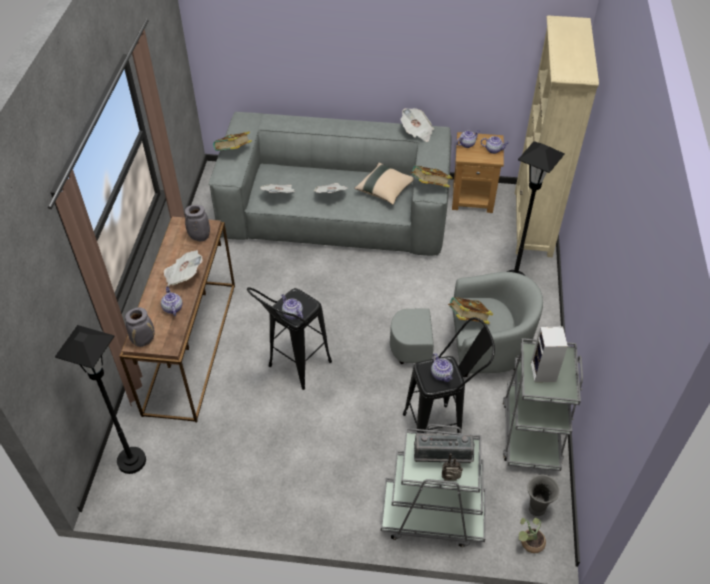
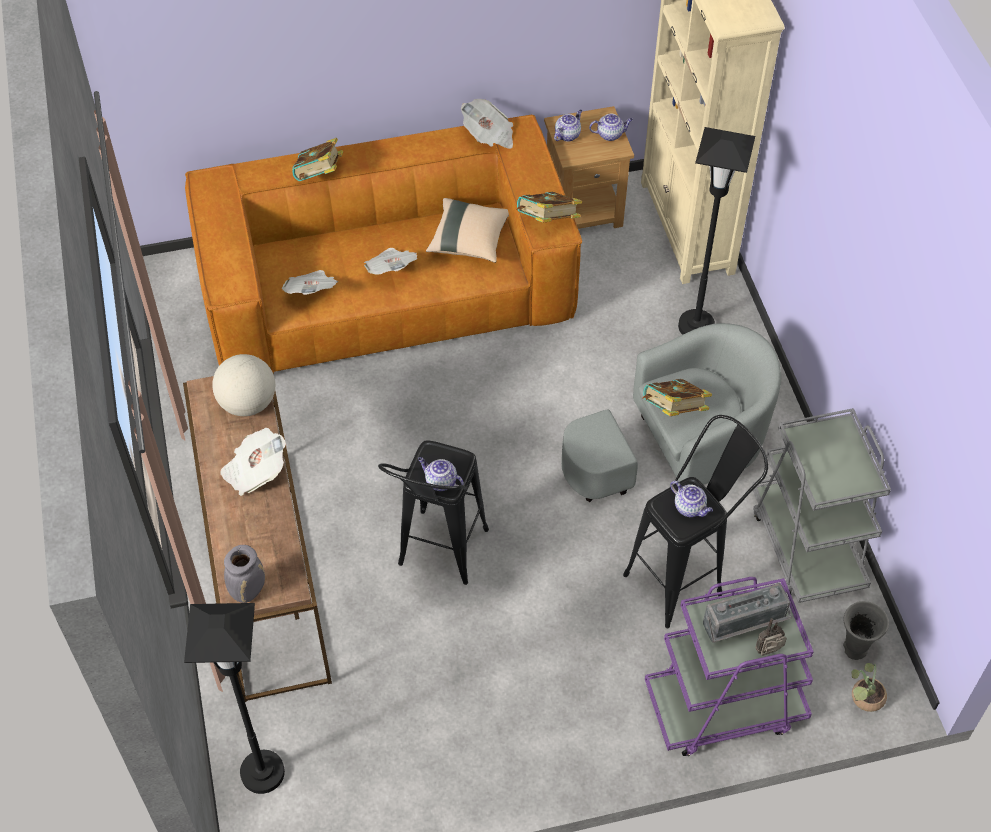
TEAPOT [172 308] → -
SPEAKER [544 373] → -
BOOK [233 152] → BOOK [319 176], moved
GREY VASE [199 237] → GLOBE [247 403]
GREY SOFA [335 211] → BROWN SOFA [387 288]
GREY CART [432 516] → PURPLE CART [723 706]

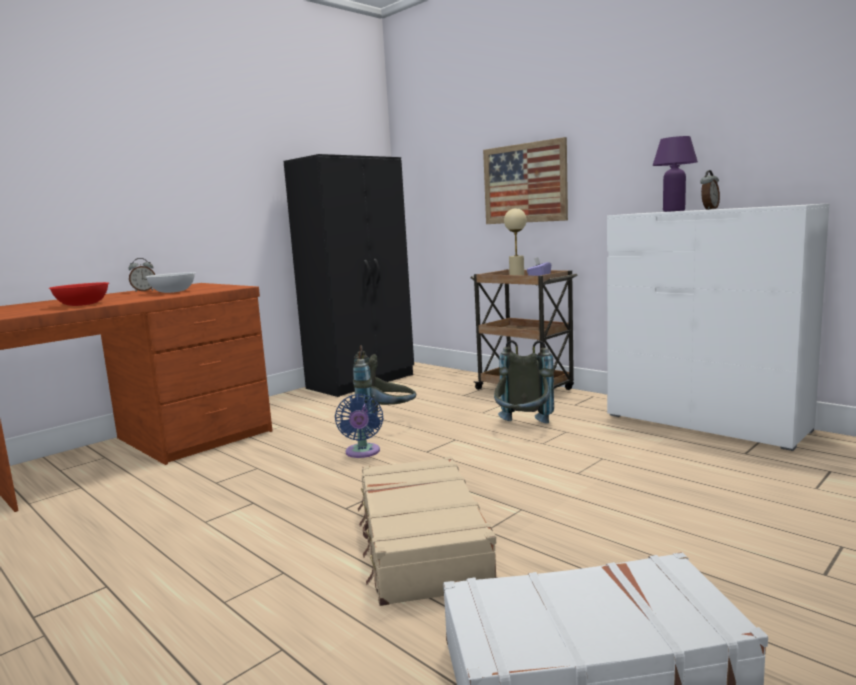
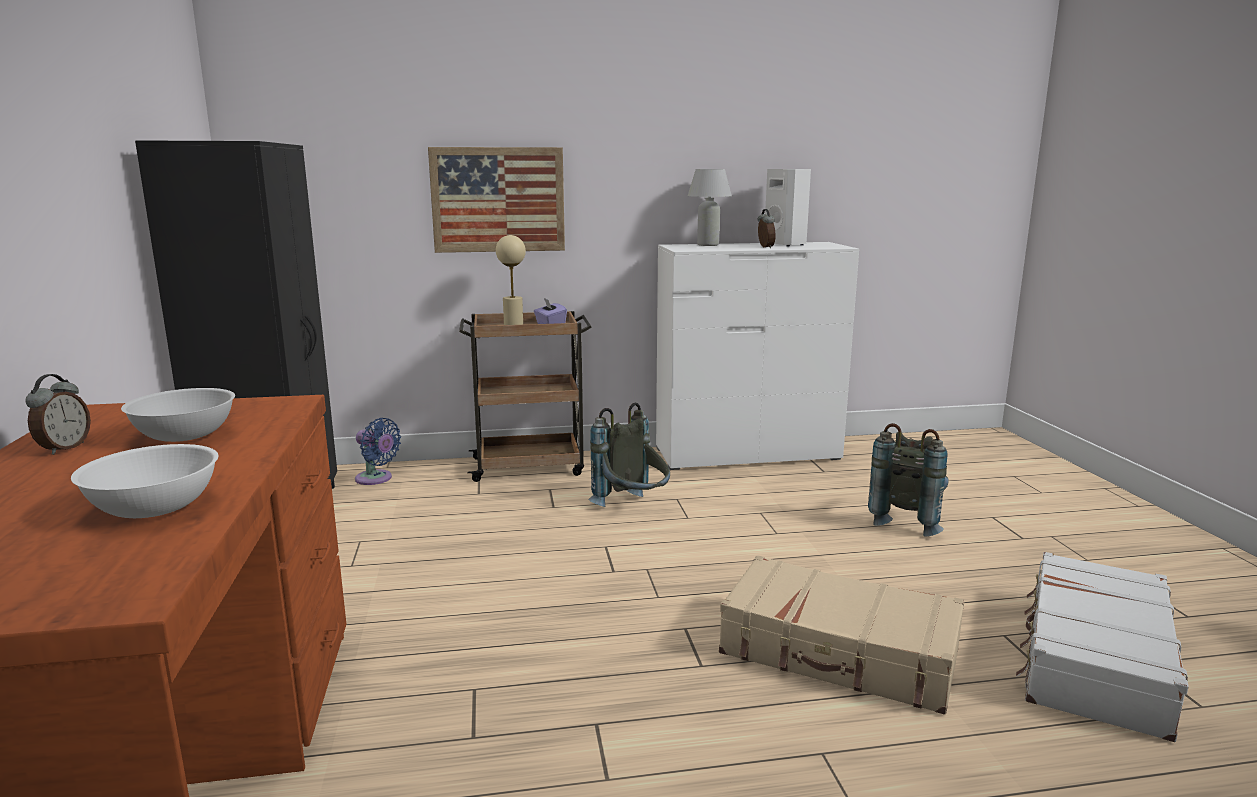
- → WHITE SPEAKER [786 244]
BLUE FAN [362 453] → BLUE FAN [376 479], moved
GREY BACKPACK [385 426] → GREY BACKPACK [907 520], moved
RED BOWL [82 305] → WHITE BOWL [155 508]
PURPLE TABLE LAMP [673 211] → WHITE TABLE LAMP [708 245]

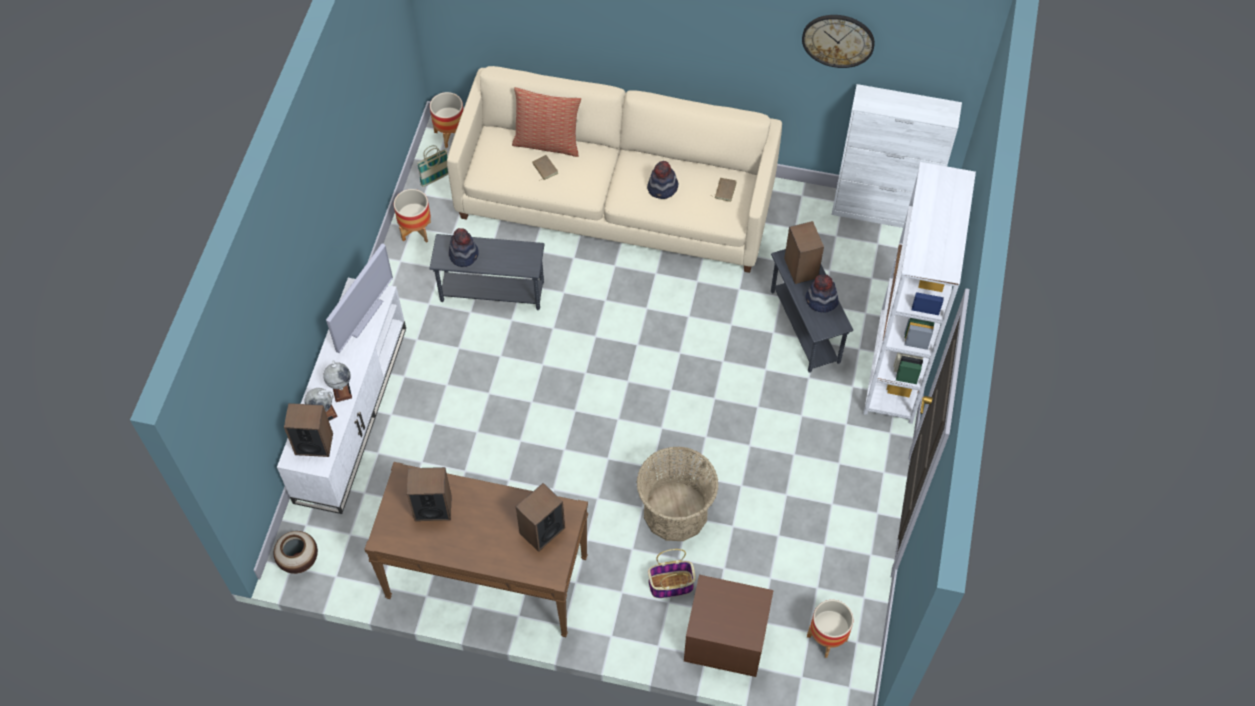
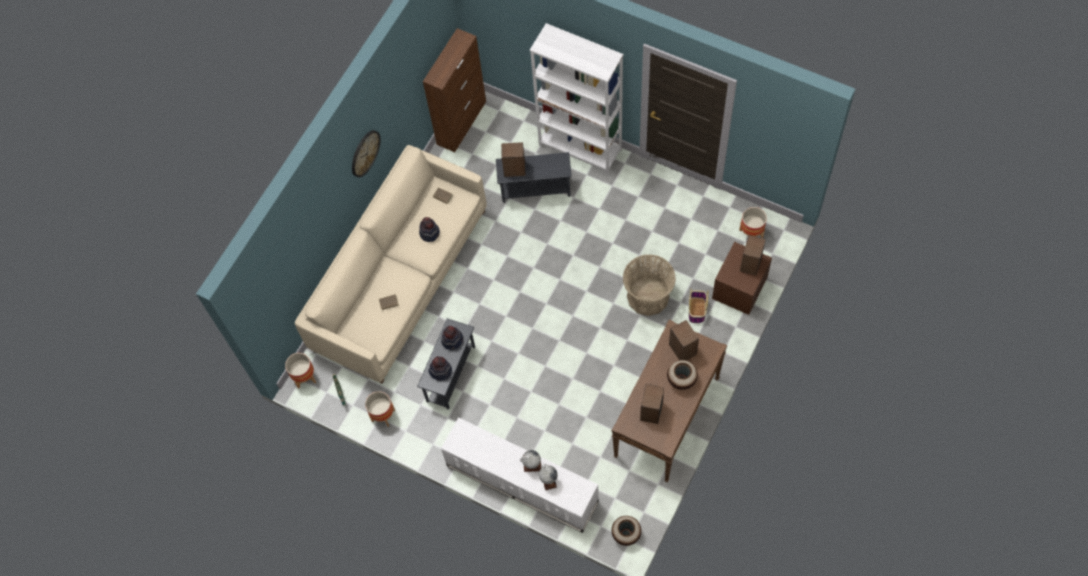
TELEVISION [363 316] → -
PILLOW [547 142] → -
- → VASE [681 379]
SPEAKER [314 443] → SPEAKER [750 264], moved
WALL CLOCK [838 40] → WALL CLOCK [365 153], moved
HAT [821 301] → HAT [452 340], moved
WHITE CABINET [882 211] → BROWN CABINET [462 122]

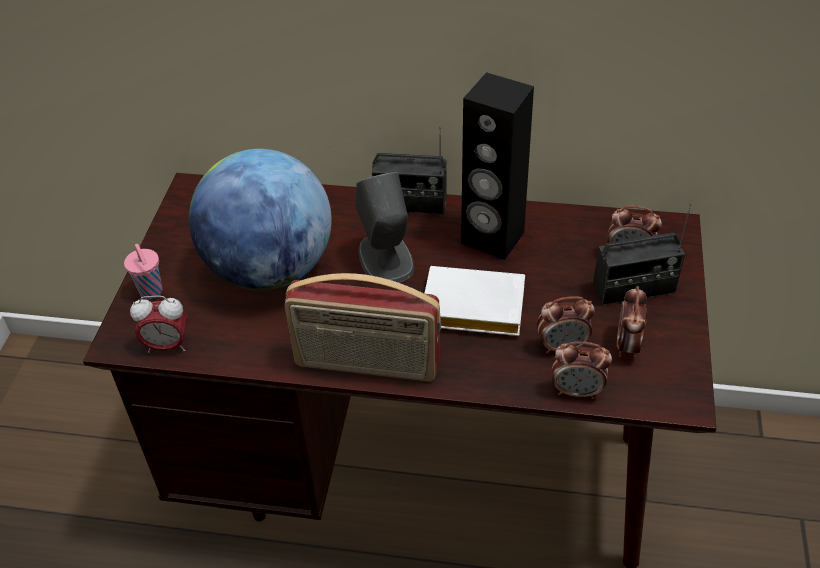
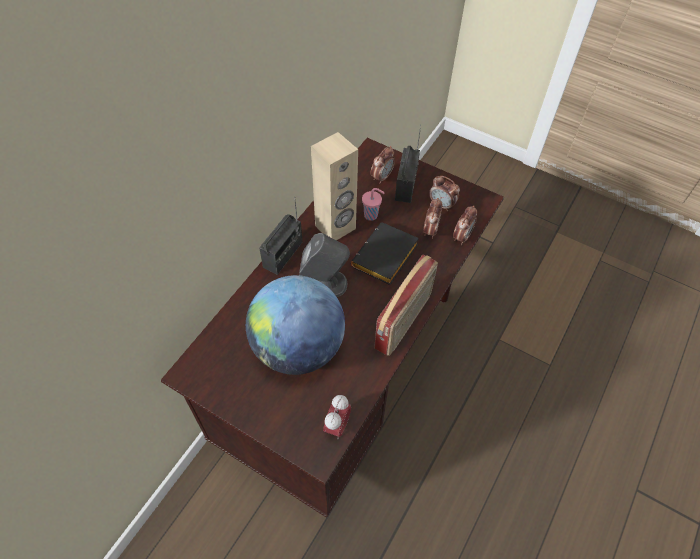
PINK CUP [151 292] → PINK CUP [371 215], moved
WHITE BOOK [469 310] → BLACK BOOK [385 259]
BLACK SPEAKER [492 238] → BEIGE SPEAKER [335 227]

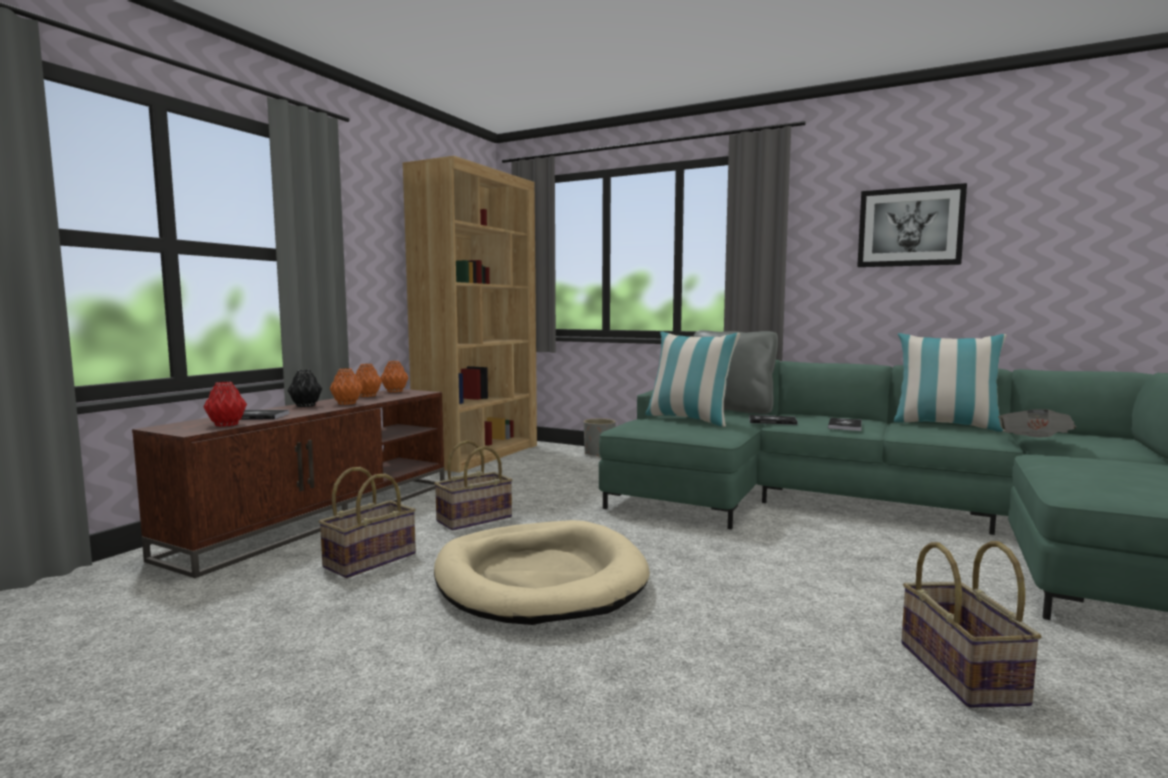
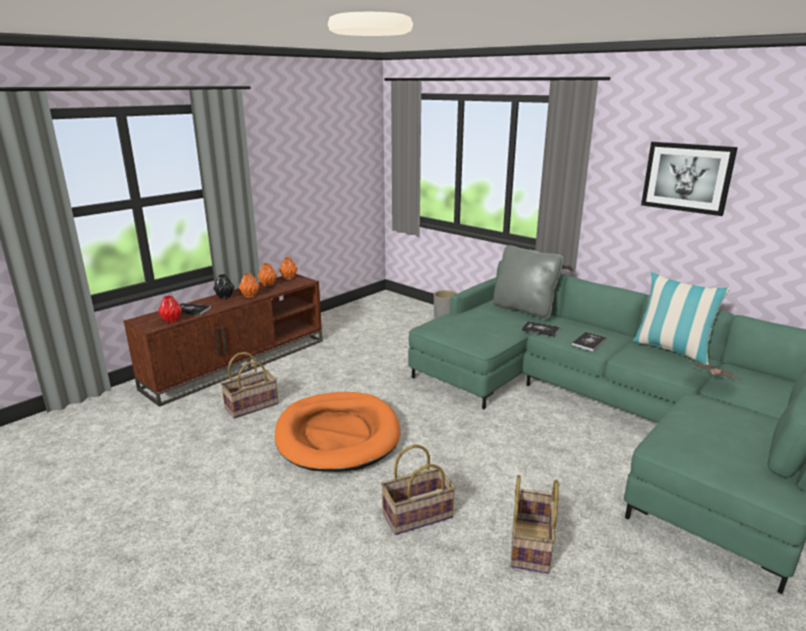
BROWN BOOKCASE [479 455] → -
PILLOW [689 419] → -
BASKET [474 519] → BASKET [417 516], moved
BEIGE DOG BED [539 579] → ORANGE DOG BED [337 435]

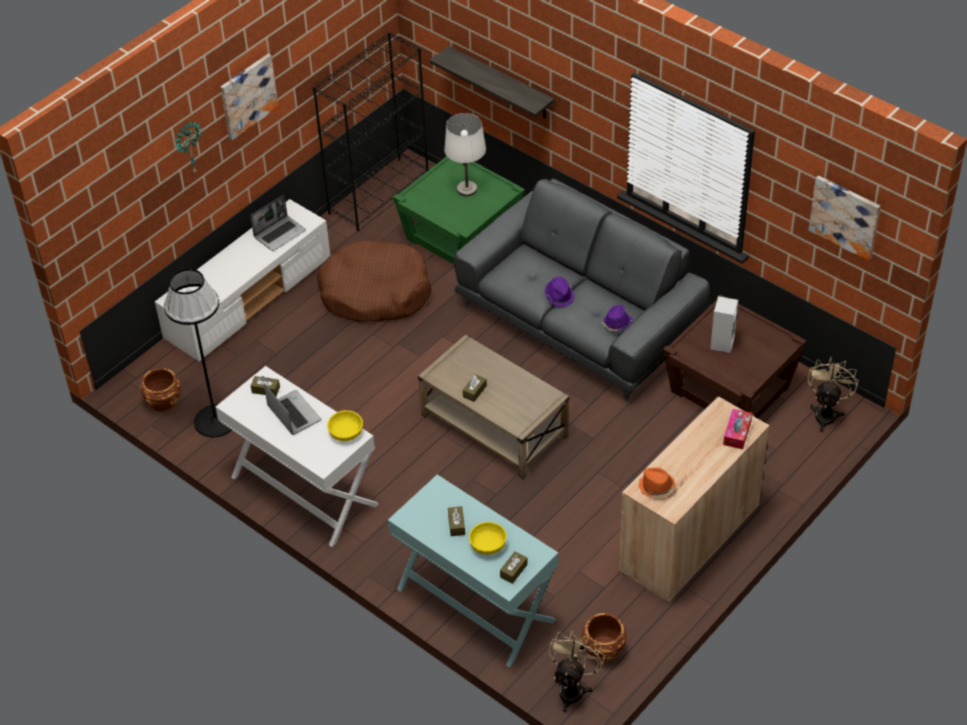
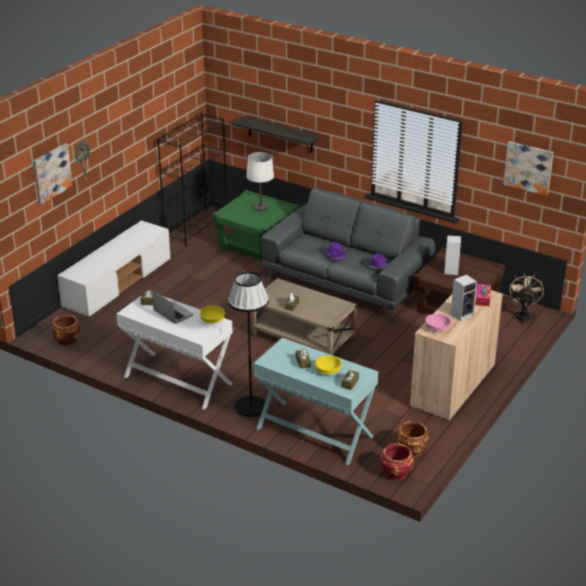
LAPTOP [280 233] → -
BROWN DOG BED [375 292] → -
- → SPEAKER [462 314]
BLACK FLOOR LAMP [215 420] → BLACK FLOOR LAMP [251 406], moved
PICTURE [248 96] → PICTURE [51 173], moved
BEIGE FAN [573 688] → RED PLANTER [396 473]
ORANGE HAT [656 487] → PINK BOWL [437 328]

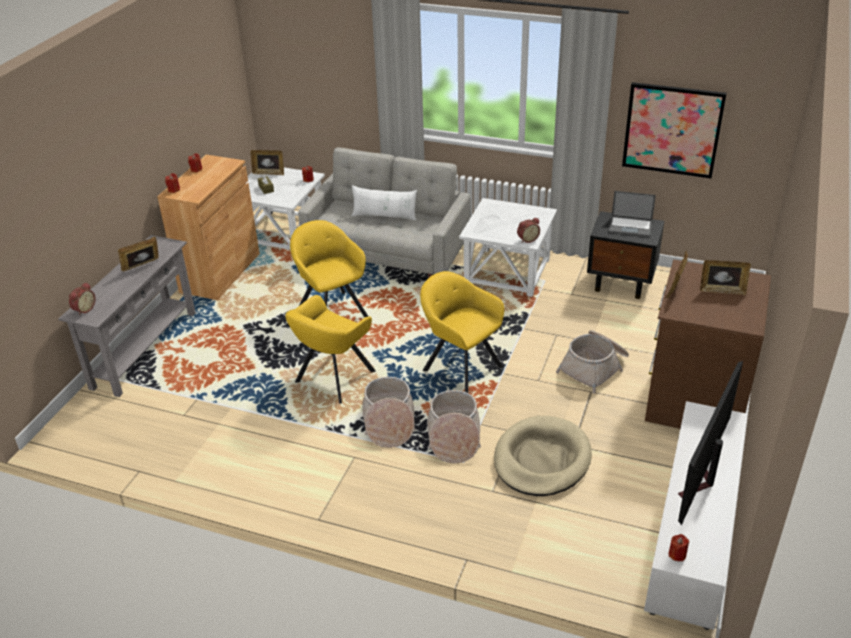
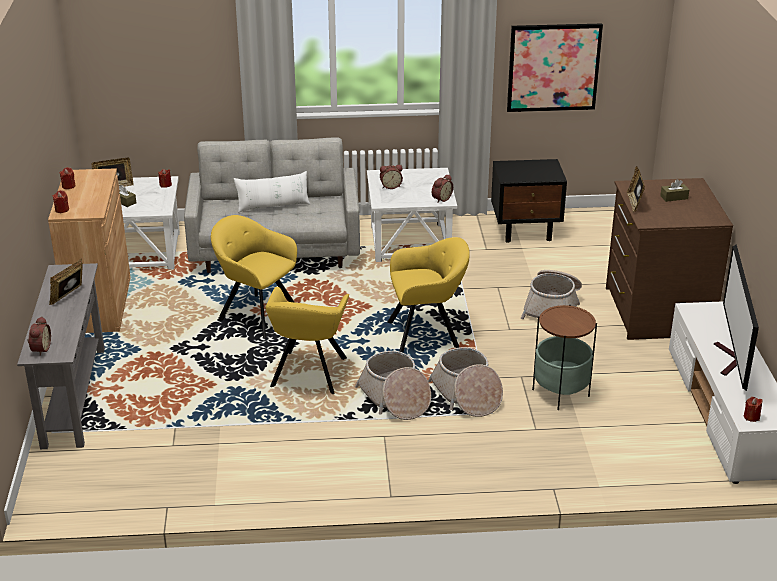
LAPTOP [631 226] → -
- → ALARM CLOCK [390 186]
BEIGE DOG BED [541 459] → SIDE TABLE [560 393]
PICTURE FRAME [722 290] → BROWN TISSUE BOX [674 197]
YELLOW ARMCHAIR [460 366] → YELLOW ARMCHAIR [427 334], 150 degrees clockwise

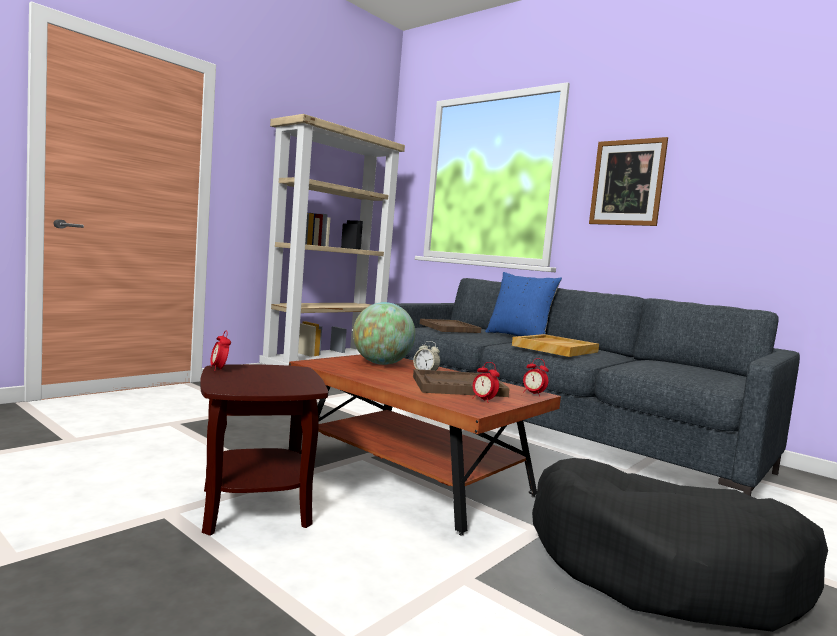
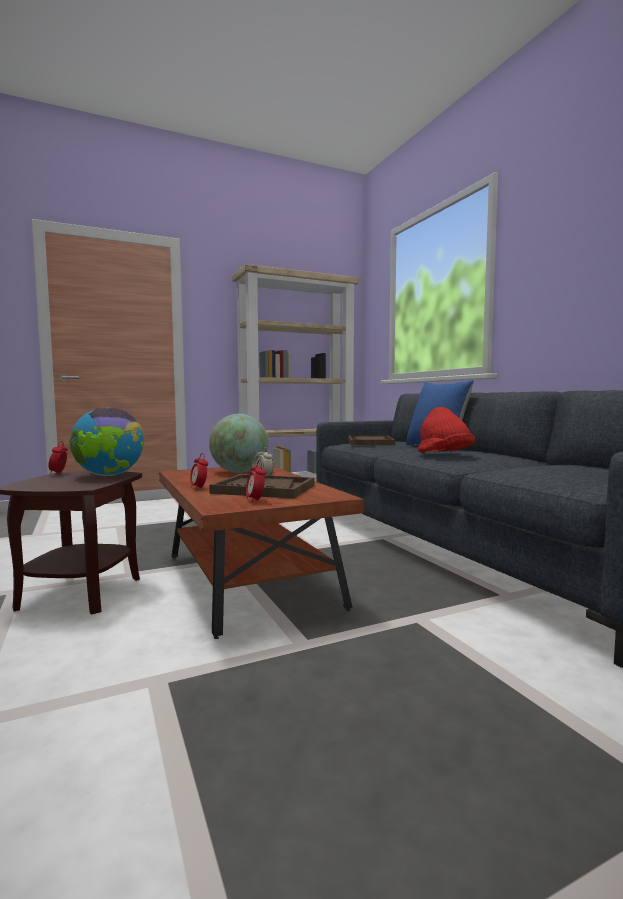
BLACK DOG BED [663 568] → -
PICTURE [627 182] → -
- → GLOBE [109 475]
ALARM CLOCK [533 394] → ALARM CLOCK [199 488], moved
BEIGE TRAY [554 348] → RED HAT [444 455]

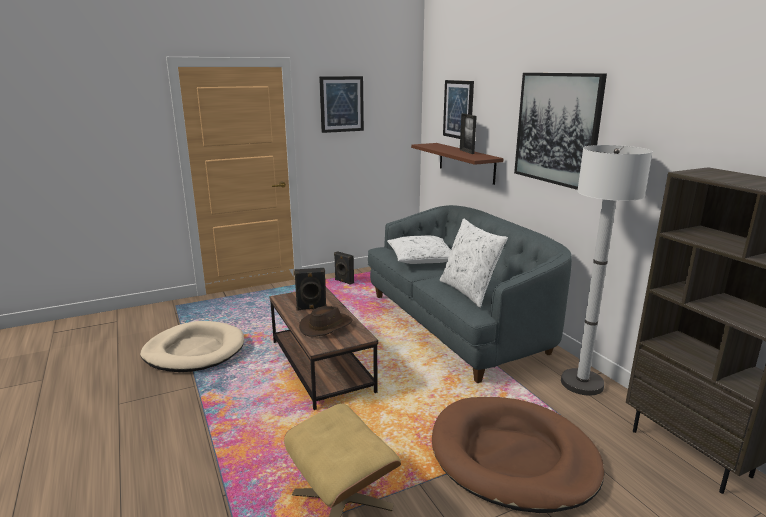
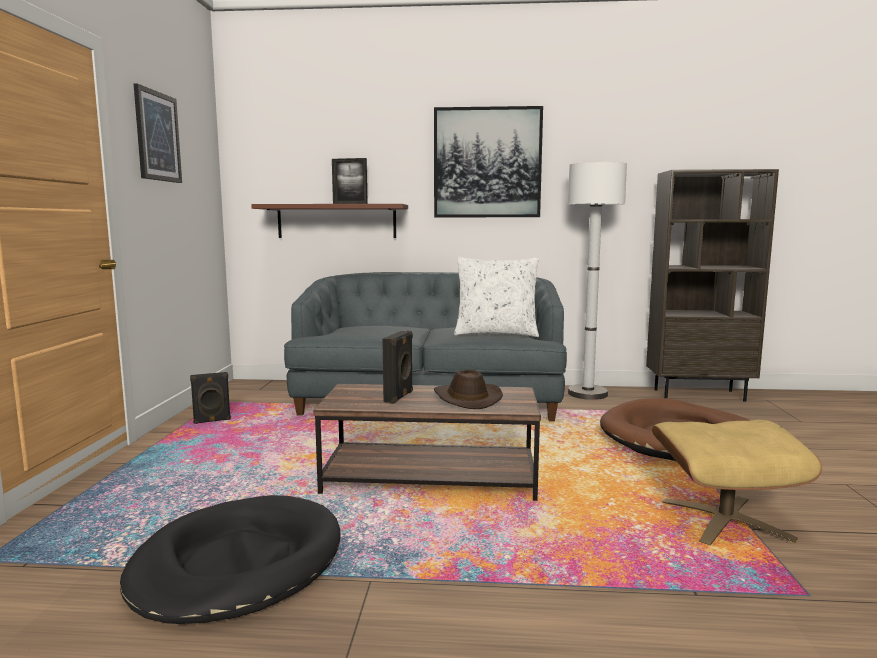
WHITE PILLOW [421 258] → -
PICTURE [458 109] → -
BEIGE DOG BED [194 351] → BLACK DOG BED [237 564]

